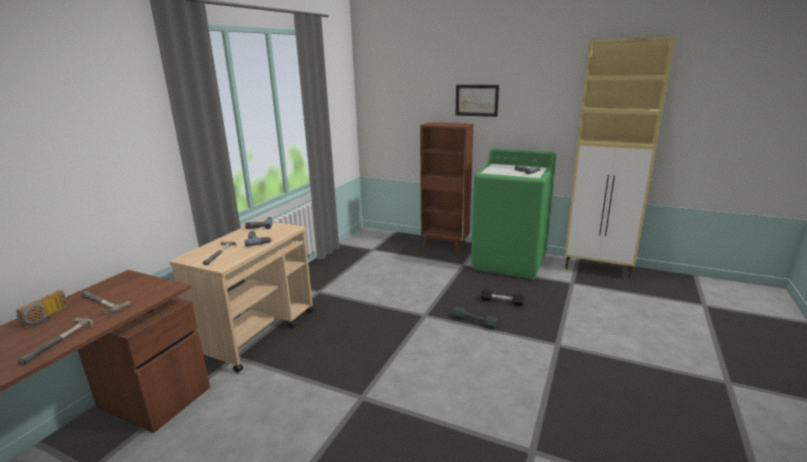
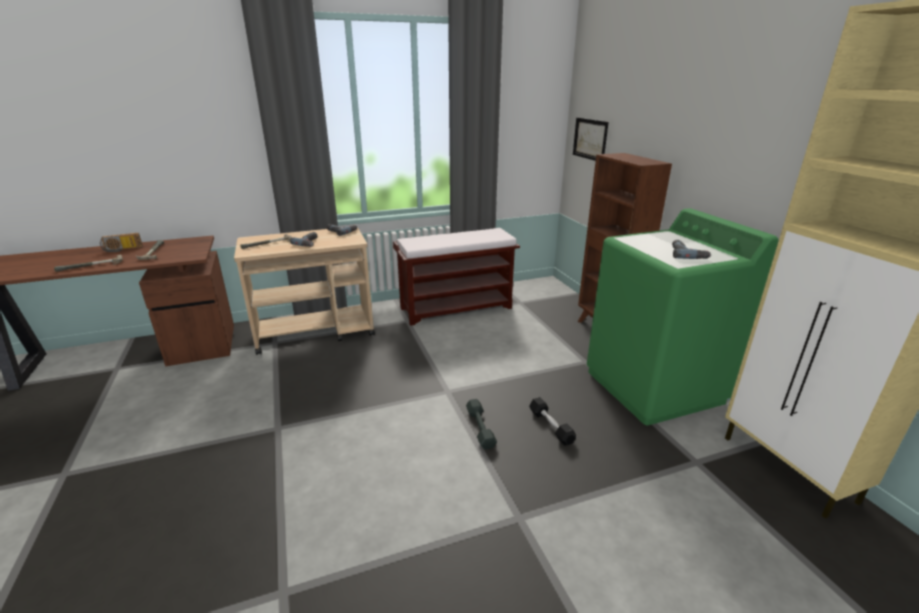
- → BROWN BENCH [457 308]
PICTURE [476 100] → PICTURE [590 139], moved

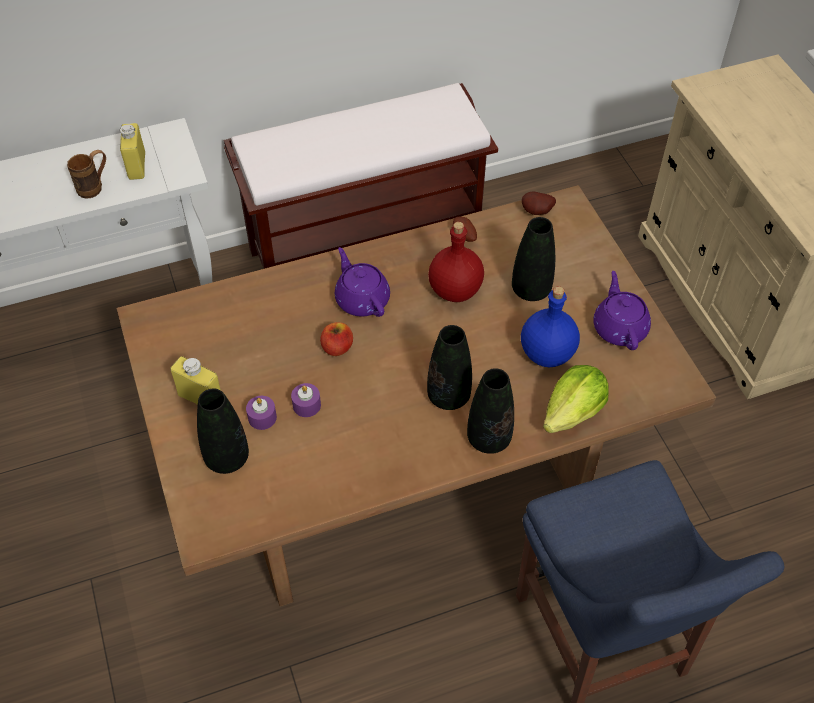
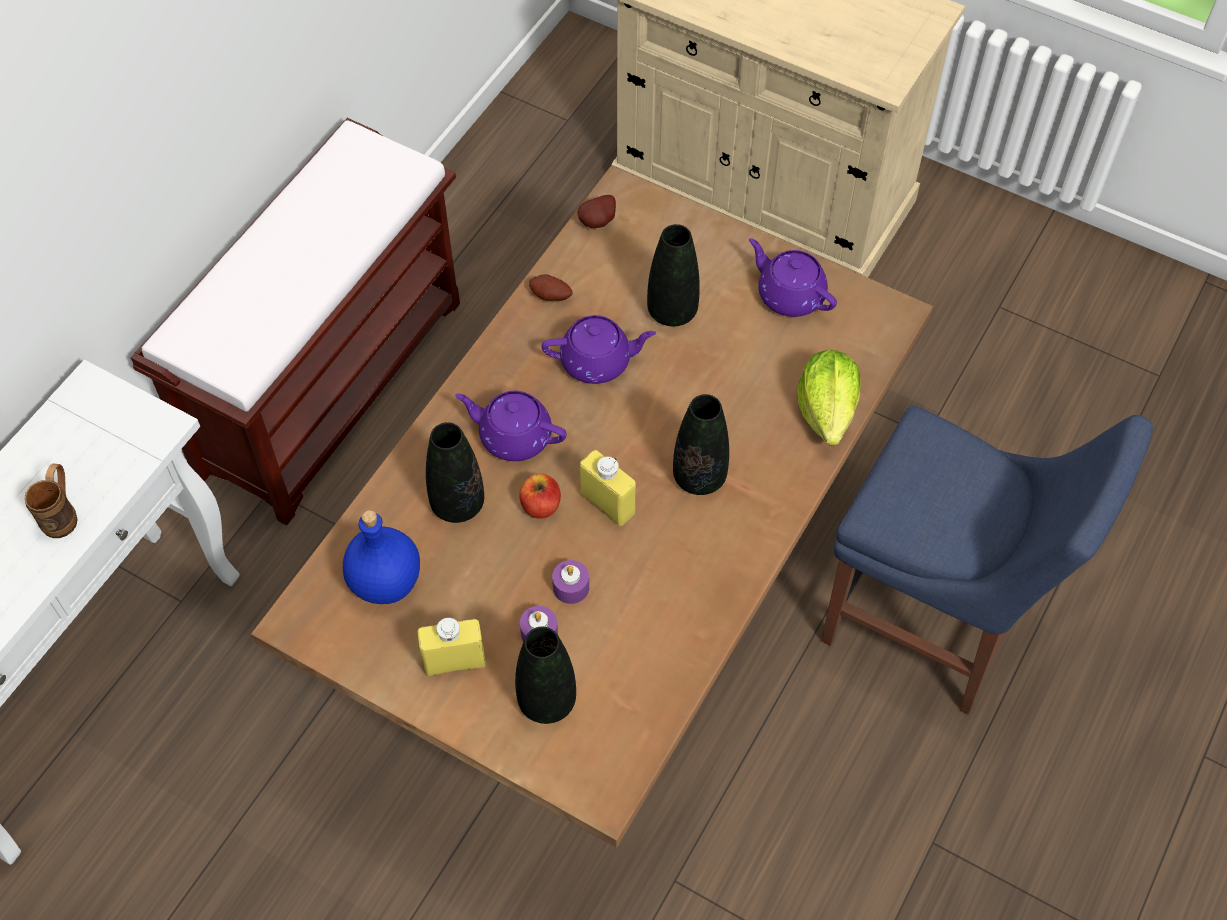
YELLOW BOTTLE [137 166] → YELLOW BOTTLE [607 503], moved
BLACK VASE [489 439] → BLACK VASE [457 504], moved
BLUE BOTTLE [548 353] → BLUE BOTTLE [386 580], moved
RED BOTTLE [454 289] → PURPLE TEAPOT [597 361]

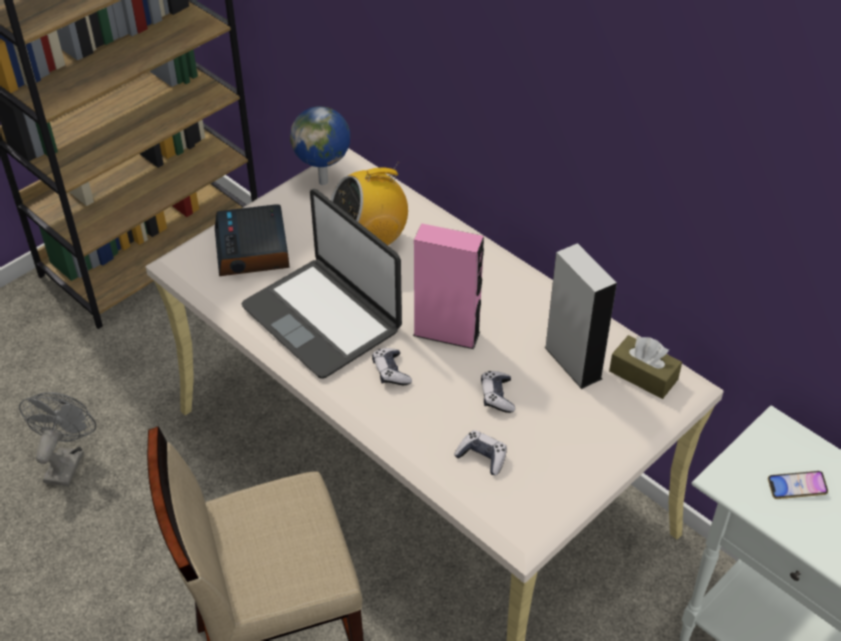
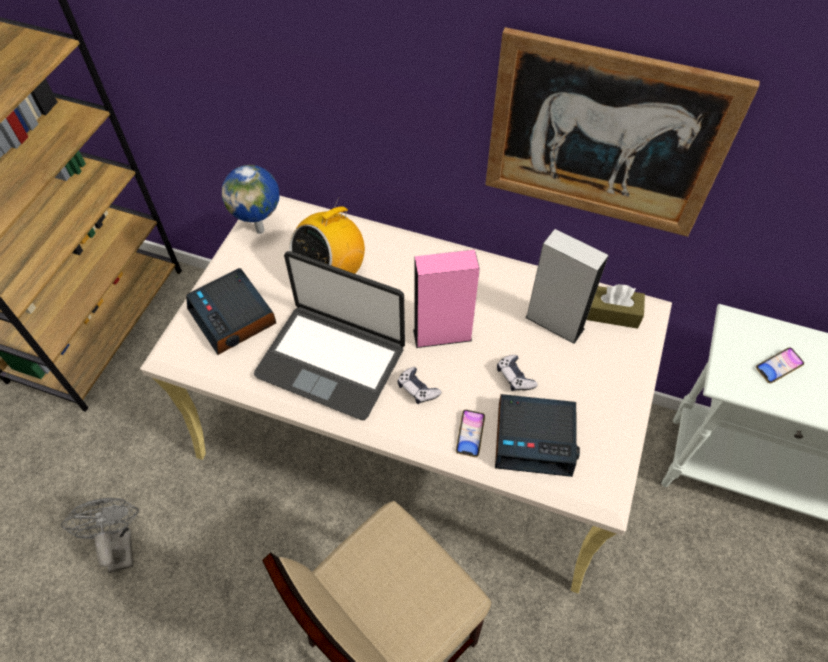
- → PHONE [470 434]
- → PICTURE [604 137]
GAME CONTROLLER [482 457] → ALARM CLOCK [535 438]

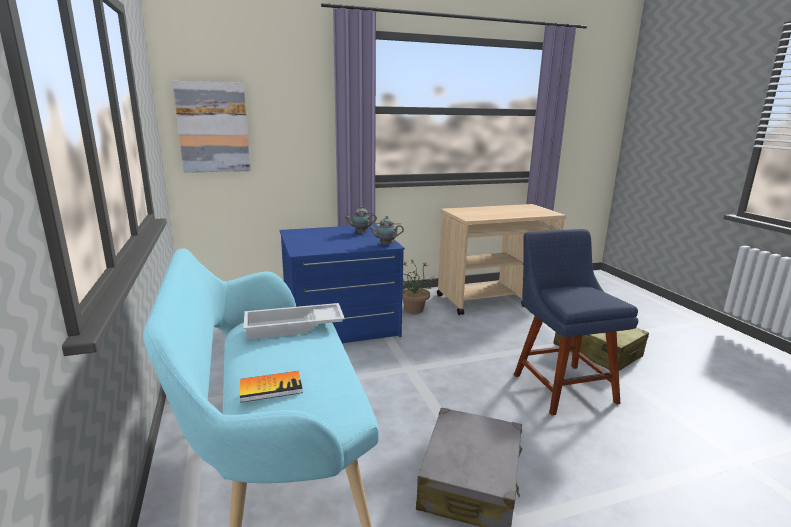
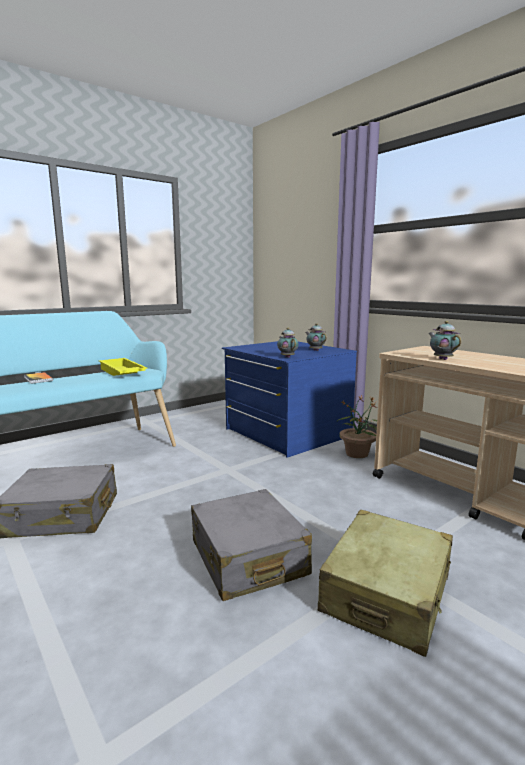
PICTURE [213 127] → -
- → TEAPOT [442 359]
BLUE CHAIR [561 385] → GREY SUITCASE [247 558]
WHITE TRAY [293 327] → YELLOW TRAY [121 372]

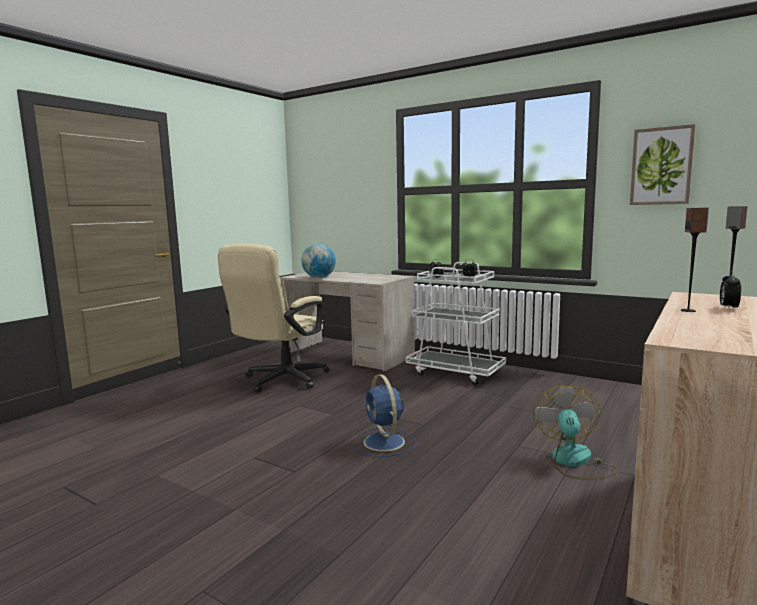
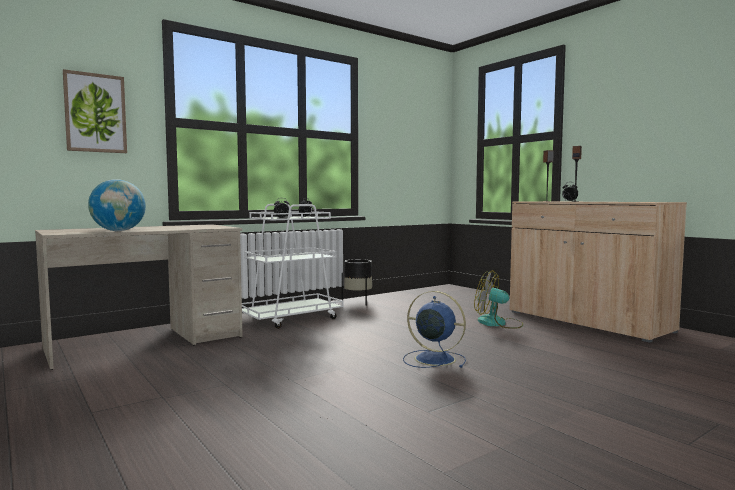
BEIGE OFFICE CHAIR [280 381] → -
- → BLACK PLANTER [358 302]
PICTURE [661 166] → PICTURE [95 113], moved
BLUE FAN [385 443] → BLUE FAN [433 359], 150 degrees counterclockwise

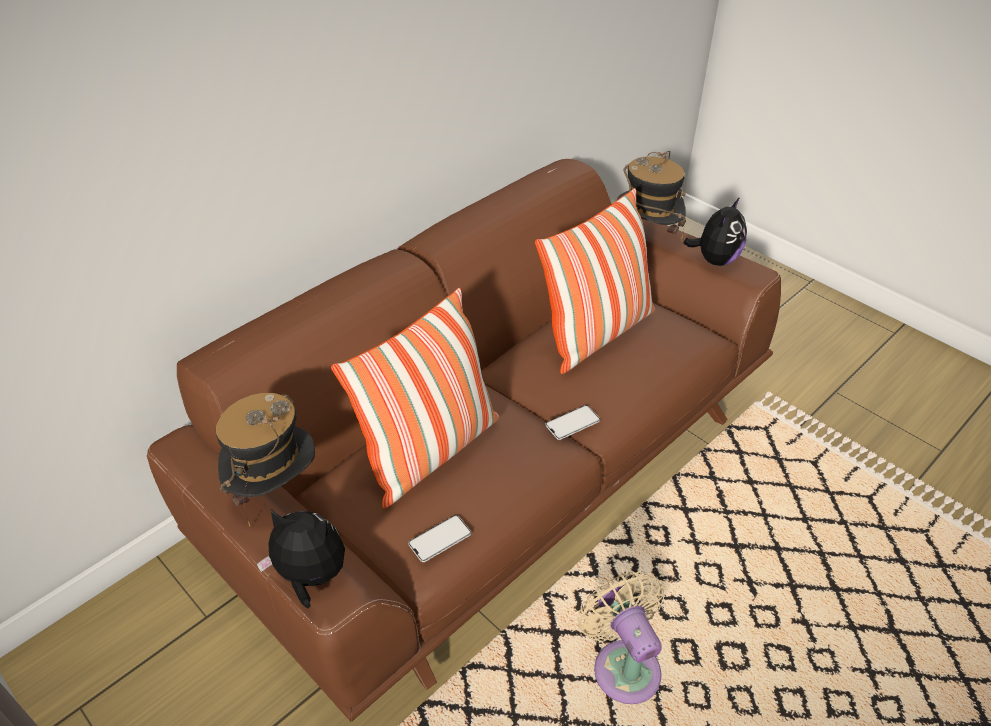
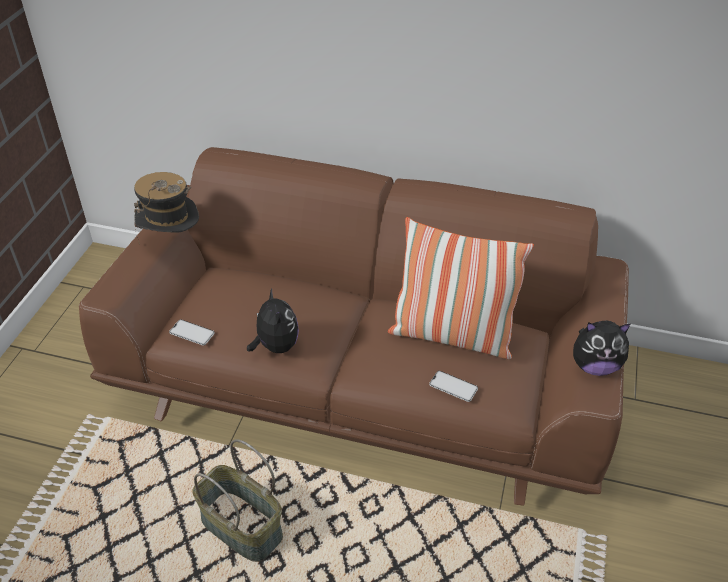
PILLOW [430 452] → -
HAT [646 236] → -
PLUSH TOY [310 577] → PLUSH TOY [275 346], moved
PHONE [572 423] → PHONE [453 386], moved
BEIGE FAN [623 665] → BASKET [240 528]

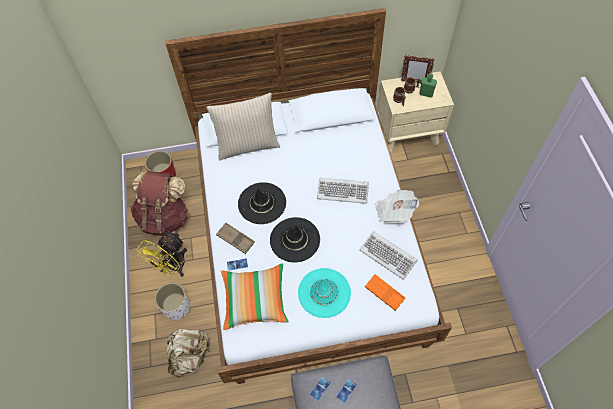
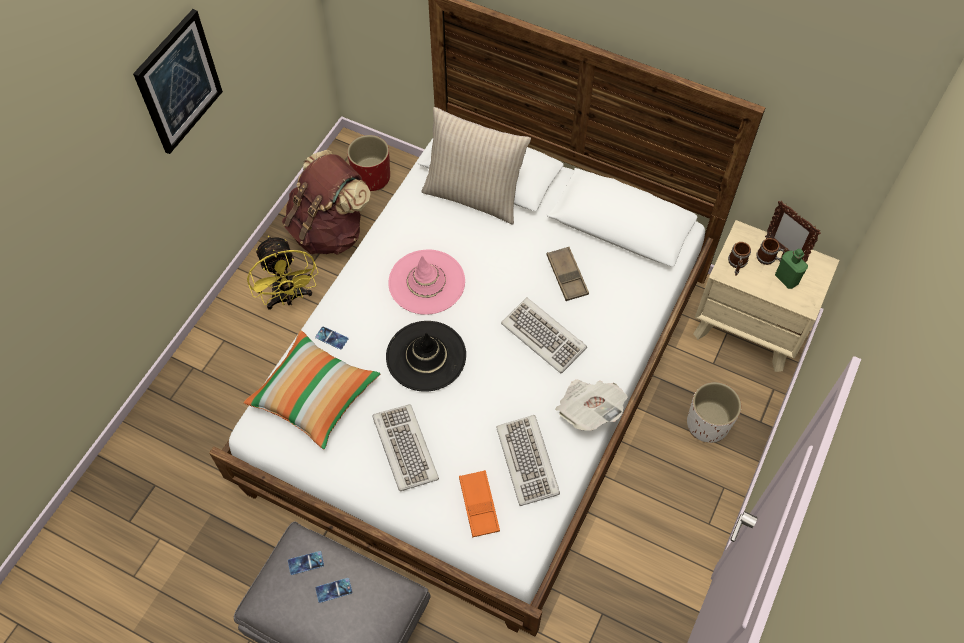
BEIGE BACKPACK [190 356] → -
- → PICTURE [178 82]
WHITE PLANTER [176 307] → WHITE PLANTER [707 423], moved
BROWN TRAY [235 239] → BROWN TRAY [567 276], moved
TURQUOISE HAT [324 293] → KEYBOARD [404 448]
BLACK HAT [262 203] → PINK HAT [426 282]
YELLOW FAN [172 267] → YELLOW FAN [289 298], 90 degrees counterclockwise

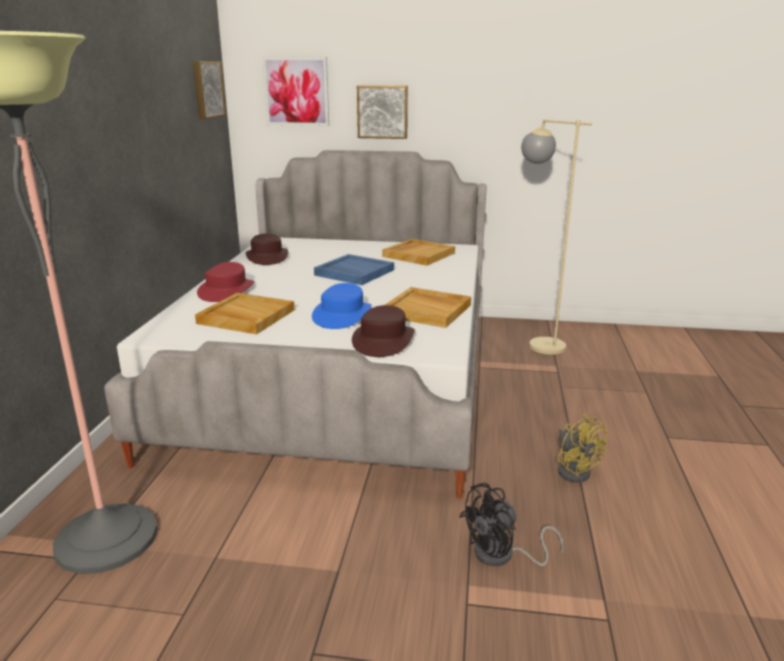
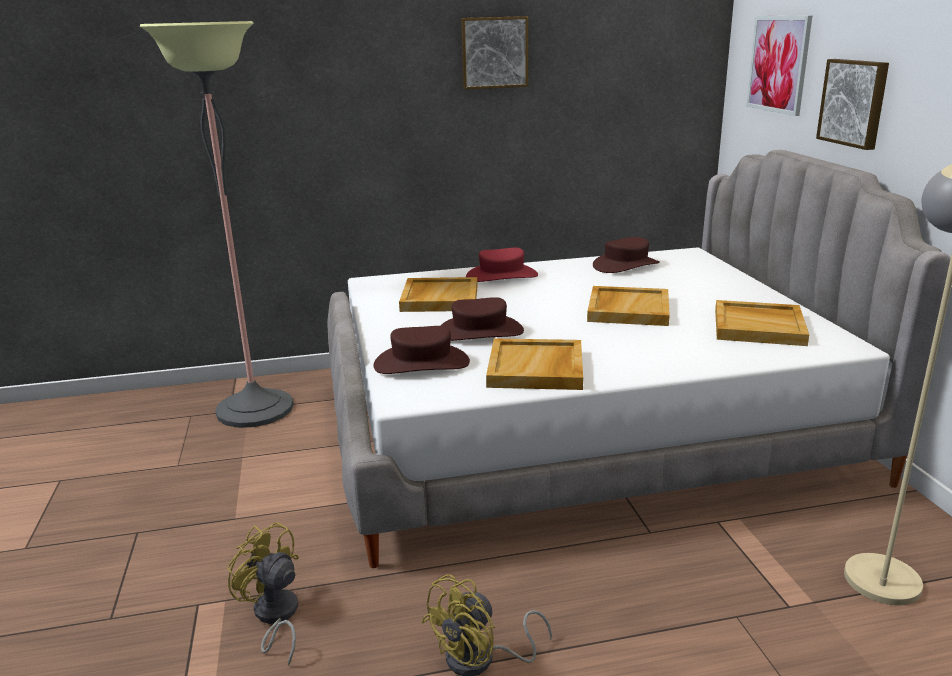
PICTURE [207 89] → PICTURE [494 52], moved
BLUE HAT [342 315] → BROWN HAT [479 332]
BLUE TRAY [353 272] → BEIGE TRAY [627 309]
BLACK FAN [502 556] → YELLOW FAN [274 617]

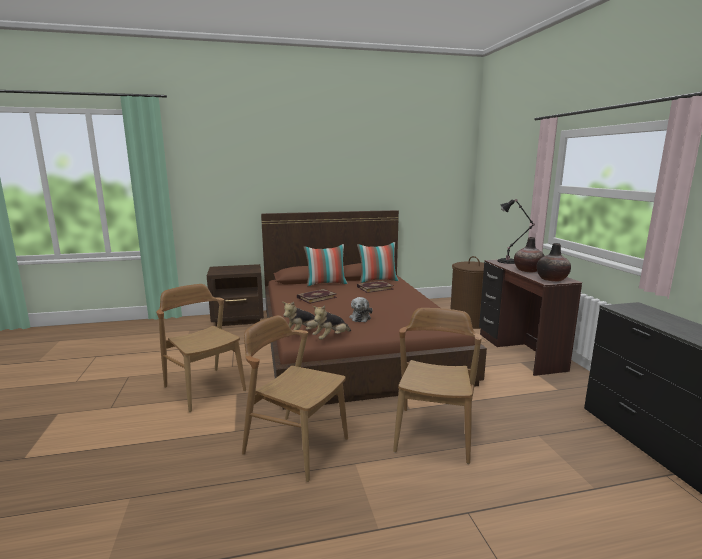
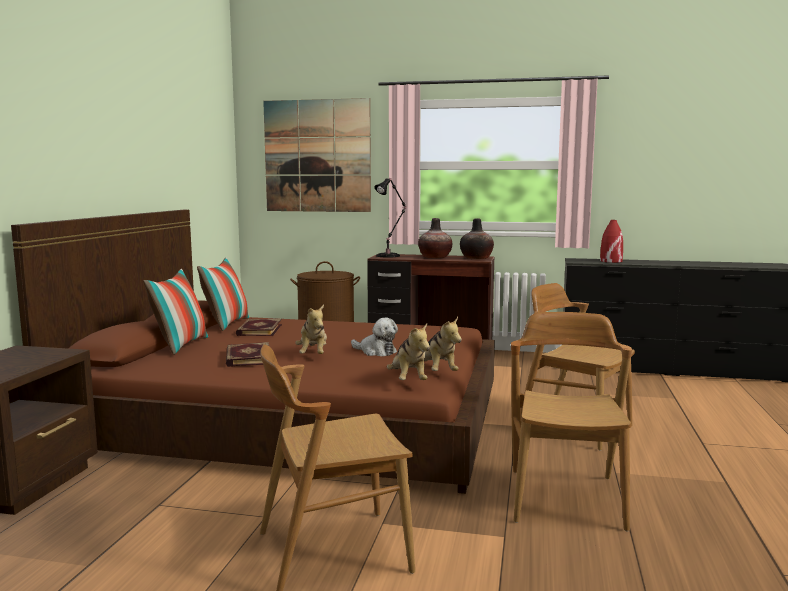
- → PICTURE [317 156]
- → PLUSH TOY [313 355]
- → RED VASE [610 261]
BROWN CHAIR [296 446] → BROWN CHAIR [566 498], 135 degrees clockwise

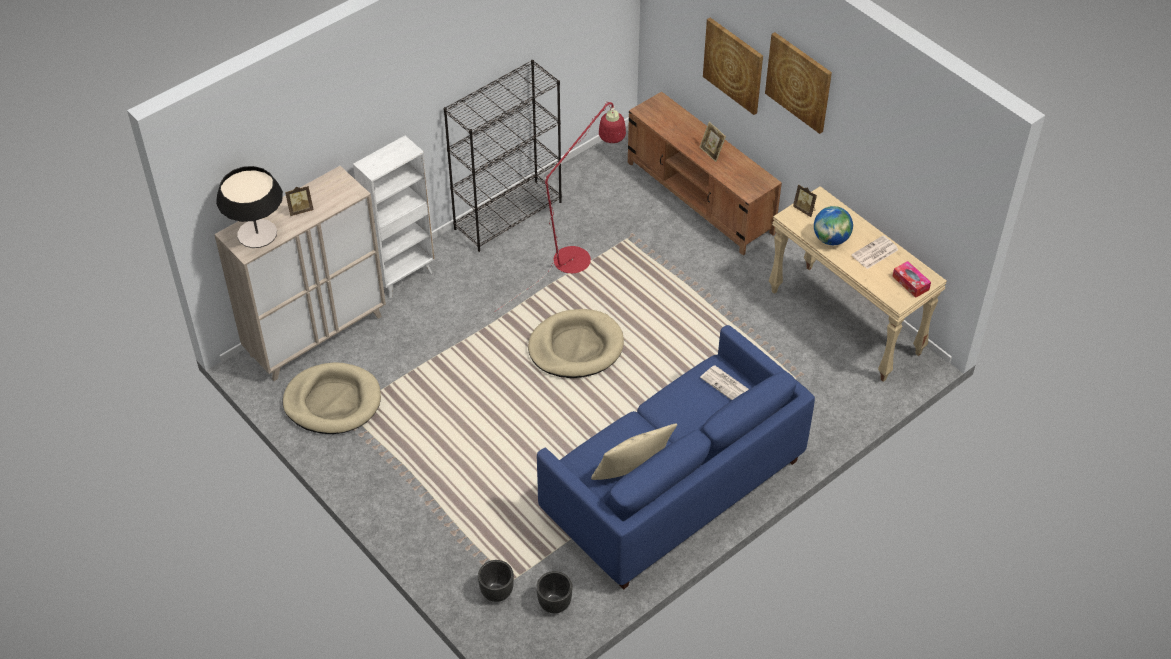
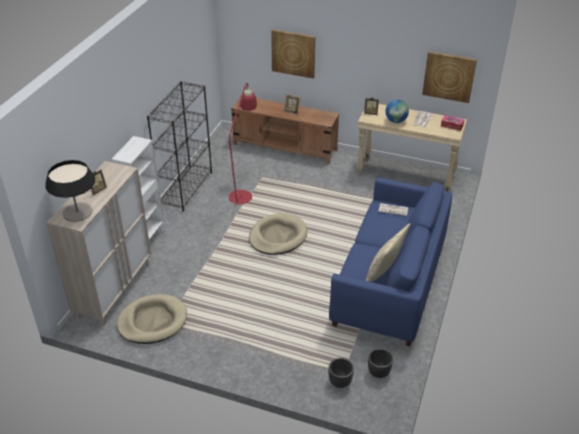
PICTURE [799 82] → PICTURE [449 76], moved

